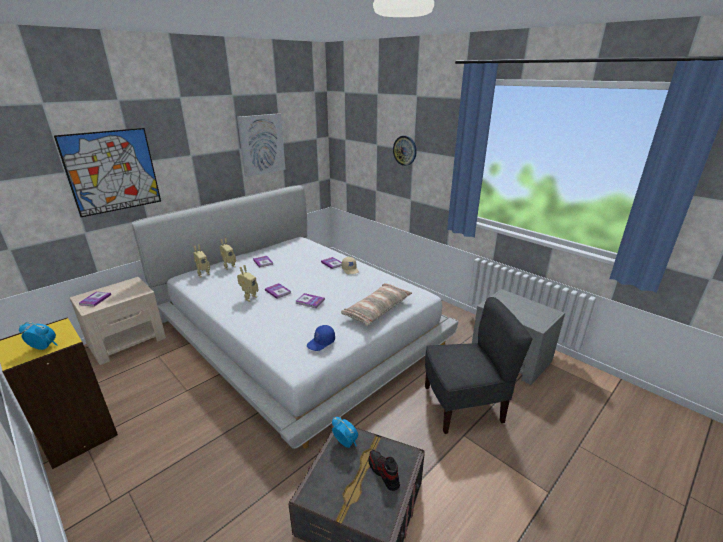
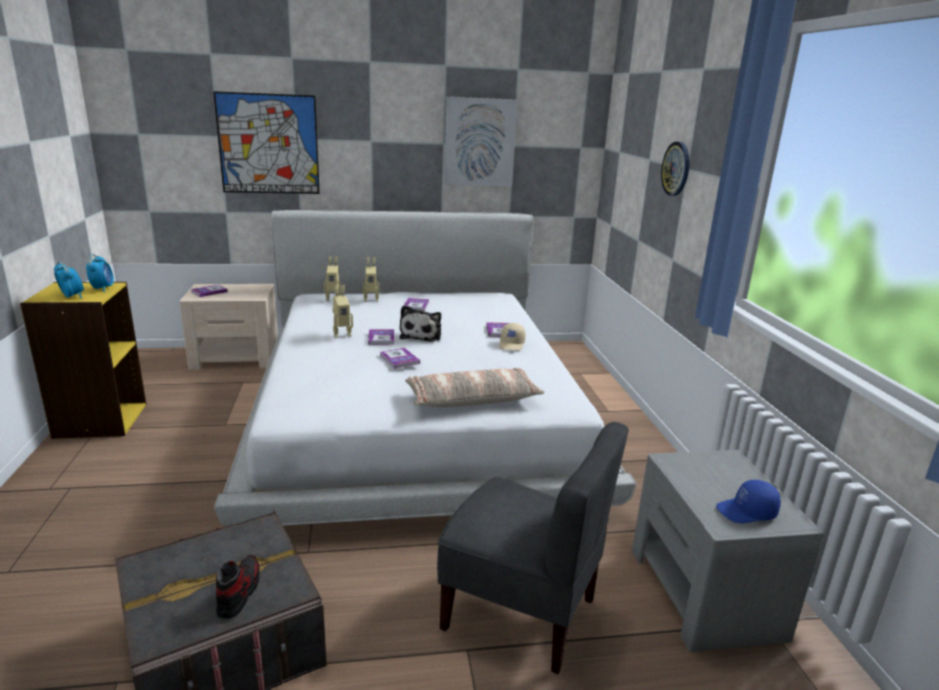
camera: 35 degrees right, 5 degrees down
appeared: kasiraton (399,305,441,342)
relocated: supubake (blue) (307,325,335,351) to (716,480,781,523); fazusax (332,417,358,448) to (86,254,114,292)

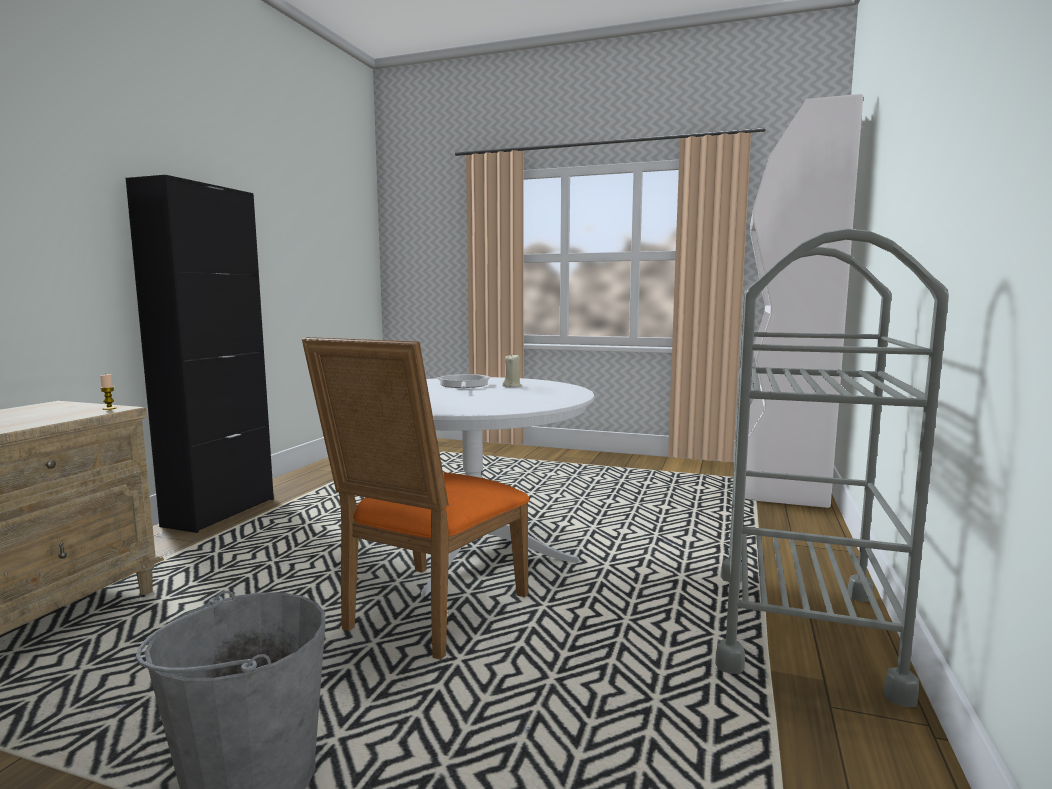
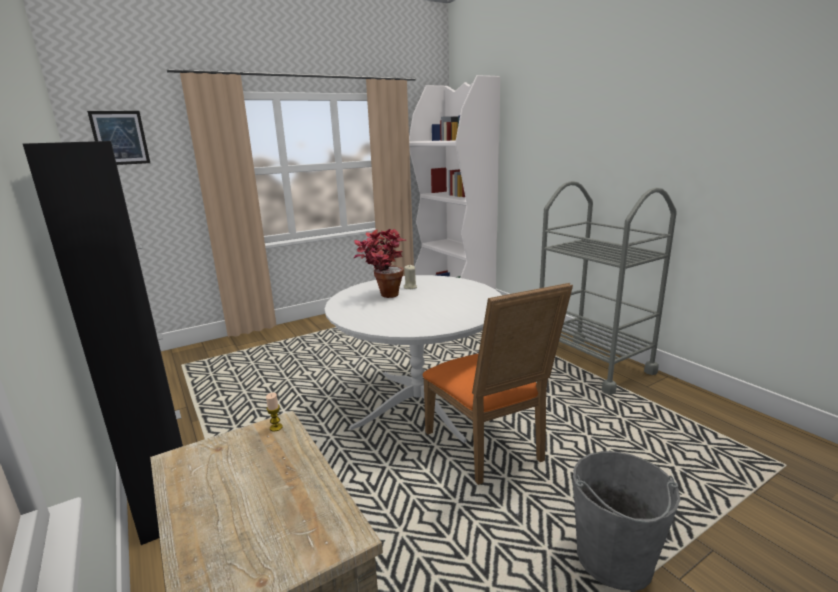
camera: 50 degrees left, 10 degrees up
appeared: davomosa (87,111,150,165)
exchanged: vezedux (438,374,490,389) to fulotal (353,229,407,298)

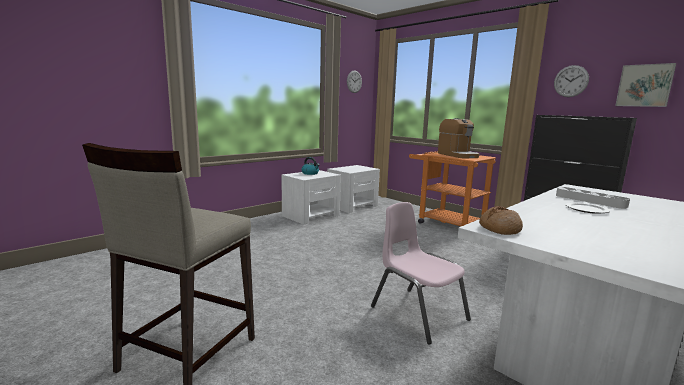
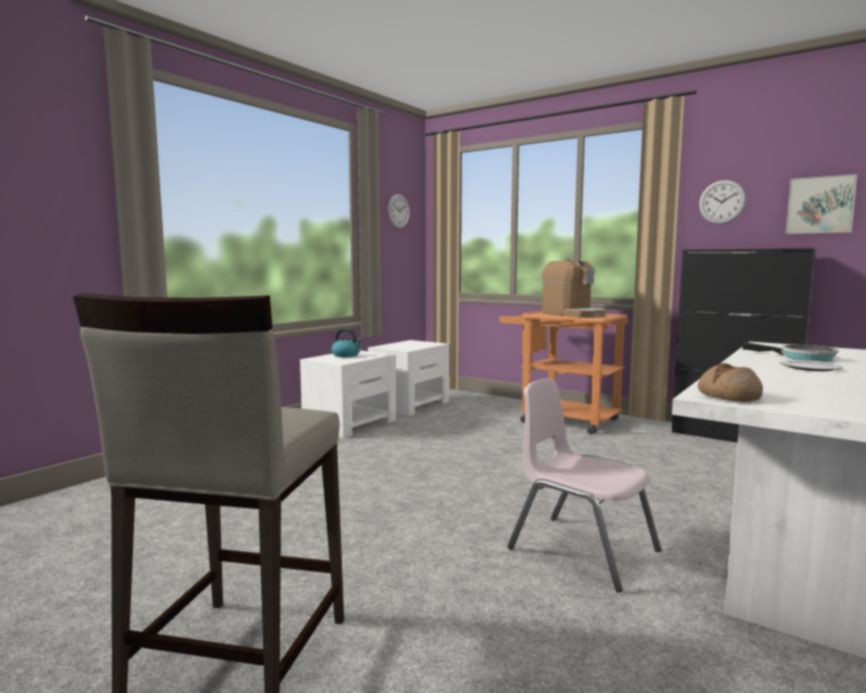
camera: 10 degrees left, 5 degrees down
exchanged: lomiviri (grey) (556,187,630,209) to vezedux (742,342,838,362)

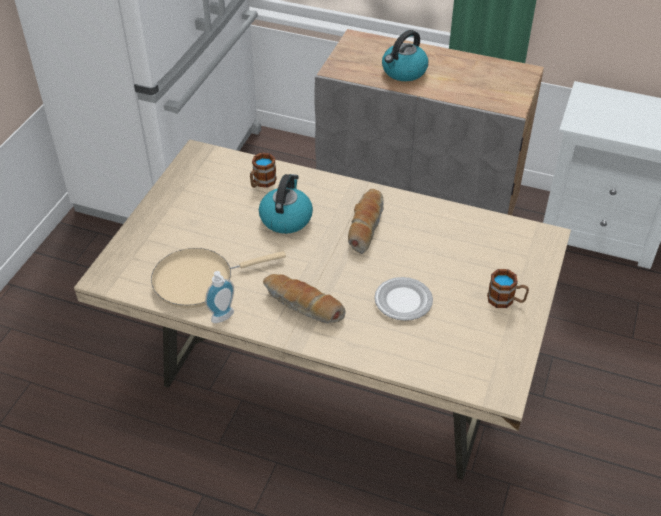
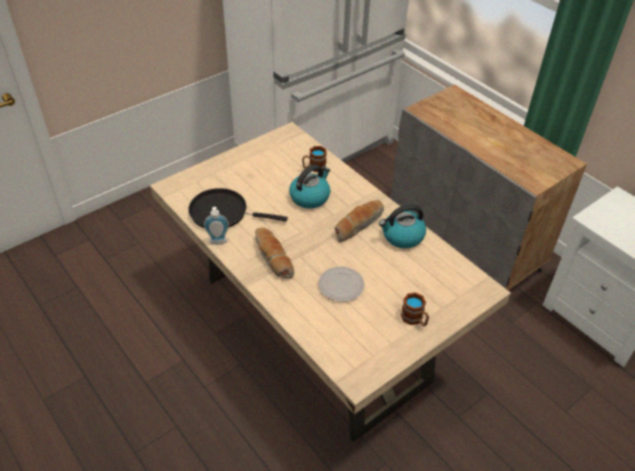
camera: 30 degrees right, 0 degrees up
relocated: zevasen (382,30,428,81) to (379,204,426,248)
colour: vezedux (beige) (151,248,286,308) to vezedux (black) (188,188,288,228)

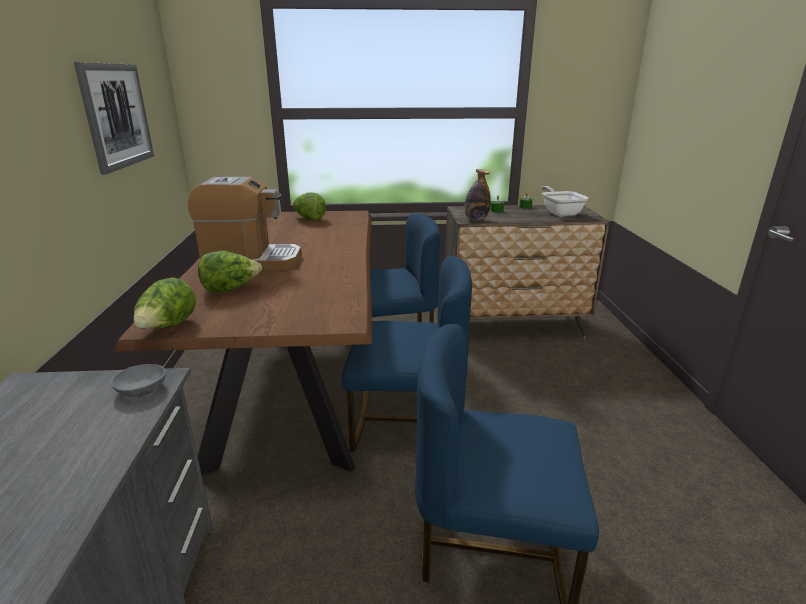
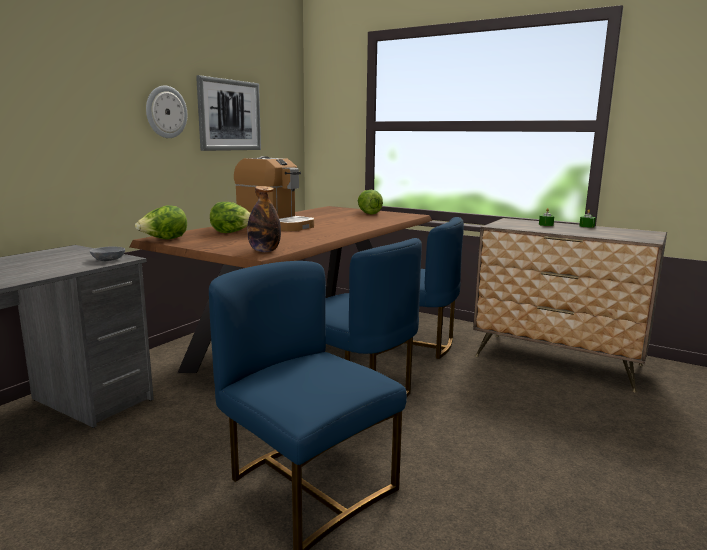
camera: 35 degrees right, 10 degrees down
missing: vezedux (541,186,588,216)
appeared: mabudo (146,86,187,138)
relocated: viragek (465,169,491,221) to (247,186,281,252)

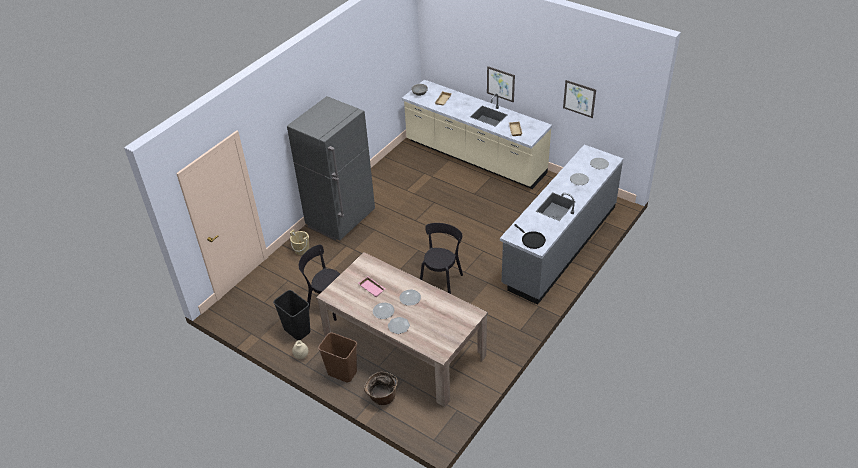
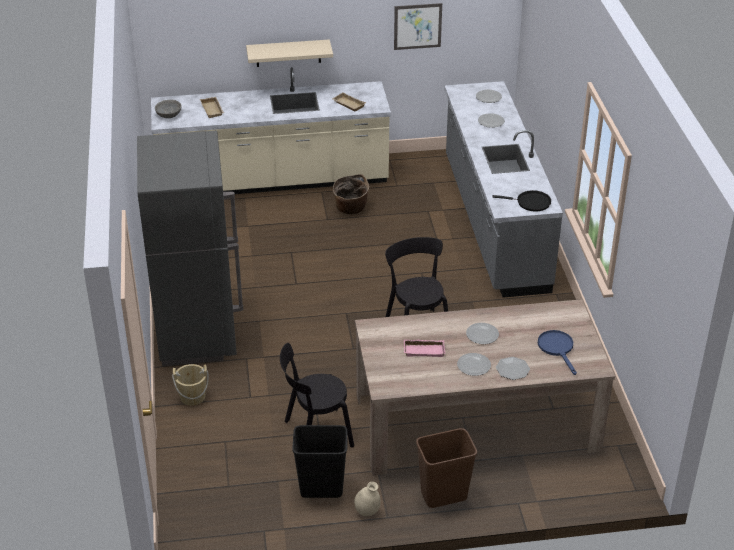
camera: 45 degrees left, 5 degrees down
appeared: vezedux (blue) (538,330,577,375)
relocated: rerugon (364,372,398,405) to (333,174,369,214)
exchanged: davomosa (487,66,515,103) to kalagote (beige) (246,39,333,67)

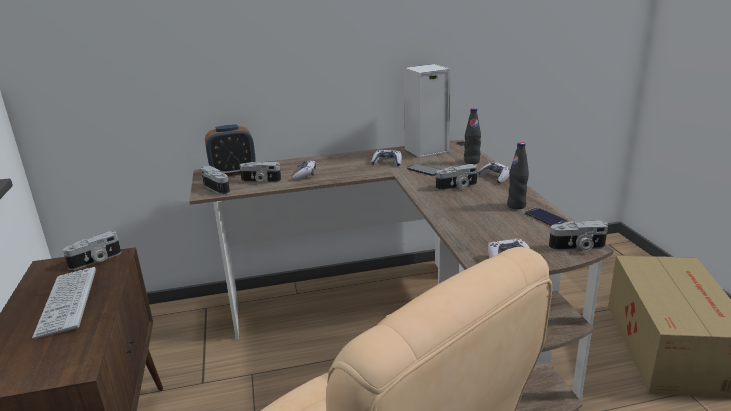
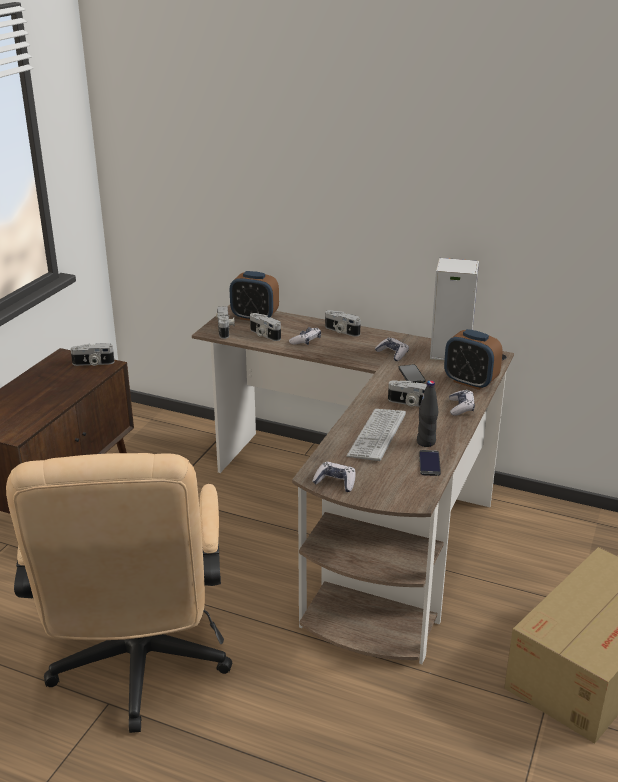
camera: 35 degrees right, 5 degrees up
relocated: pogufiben (32,267,96,339) to (347,409,406,461); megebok (549,221,608,251) to (325,310,361,337)
exchanged: viragek (black) (464,108,481,164) to fazusax (444,329,503,390)

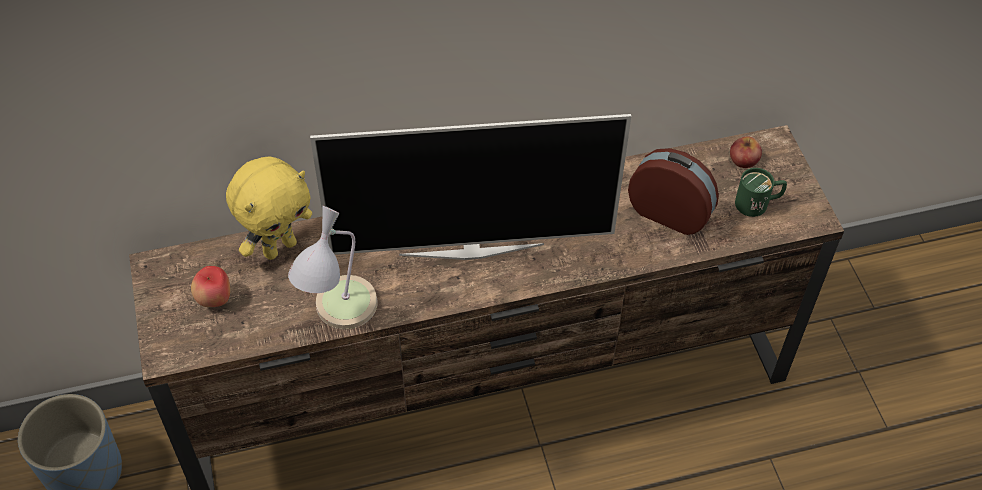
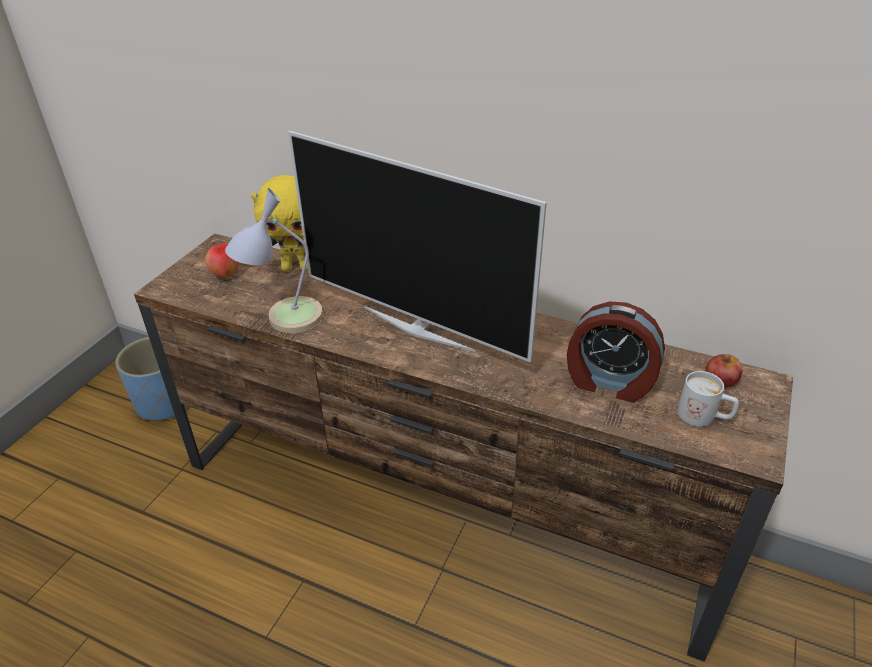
camera: 40 degrees right, 15 degrees down
colour: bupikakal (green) (735,168,787,217) to bupikakal (white) (678,371,739,427)
spun: fazusax (628,148,719,235) = (567,302,665,402) 135 degrees clockwise

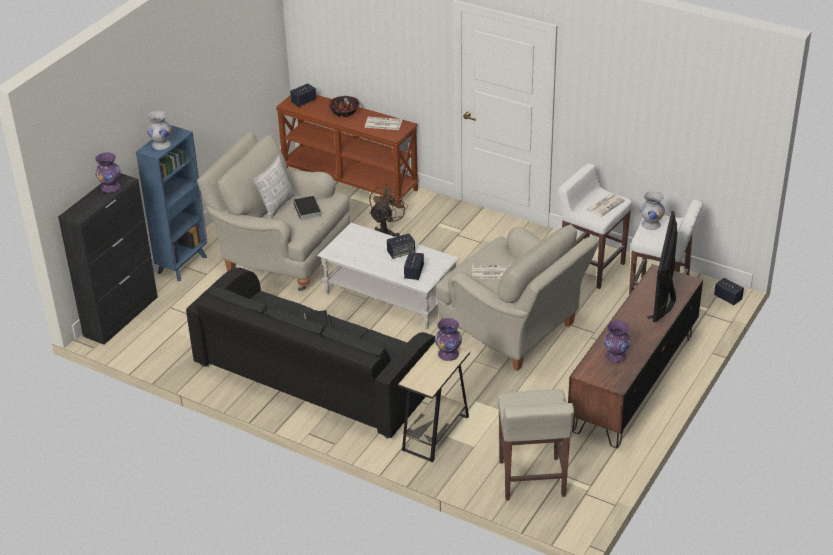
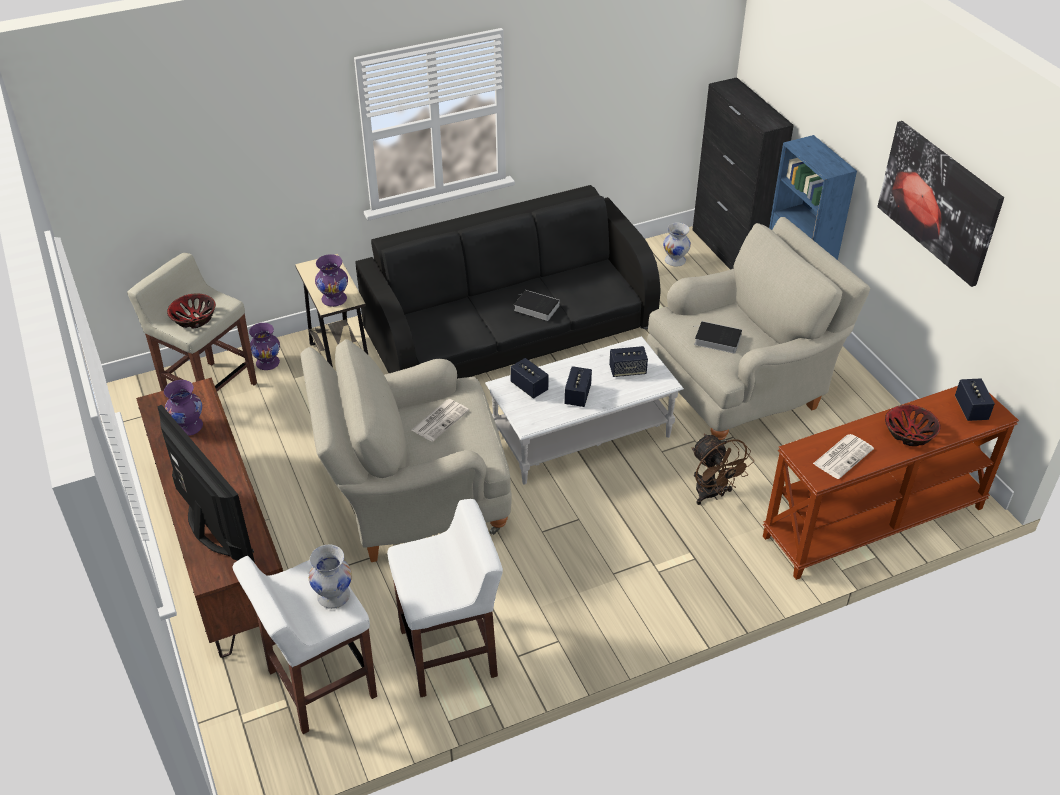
camera: 125 degrees right, 5 degrees up
missing: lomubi (253,155,296,219); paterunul (587,193,625,217)
appeared: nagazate (167,294,216,329); davomosa (877,121,1004,287)
relocated: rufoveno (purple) (95,152,121,193) to (249,323,280,370); rufoveno (white) (147,111,171,150) to (663,223,691,267); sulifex (714,278,744,305) to (609,346,648,377)

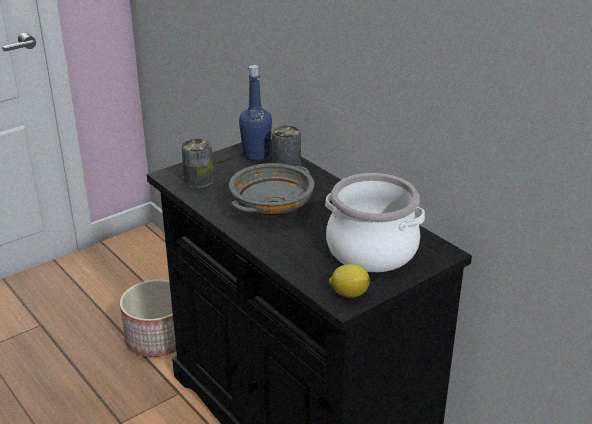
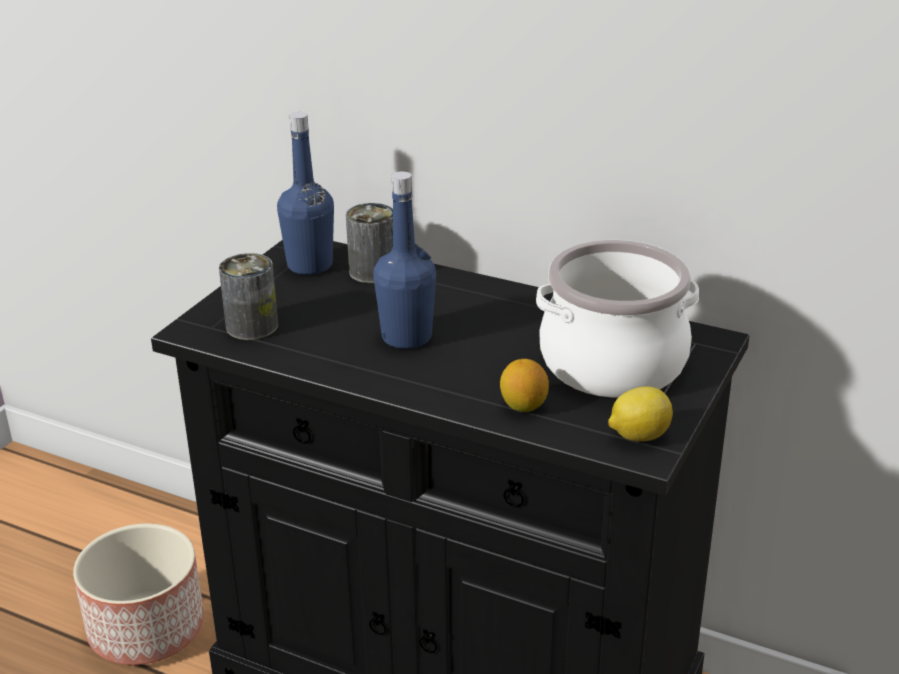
camera: 25 degrees left, 0 degrees up
appeared: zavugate (500,359,549,412)
exchanged: nagazate (grey) (229,163,315,217) to viragek (blue) (373,171,436,349)

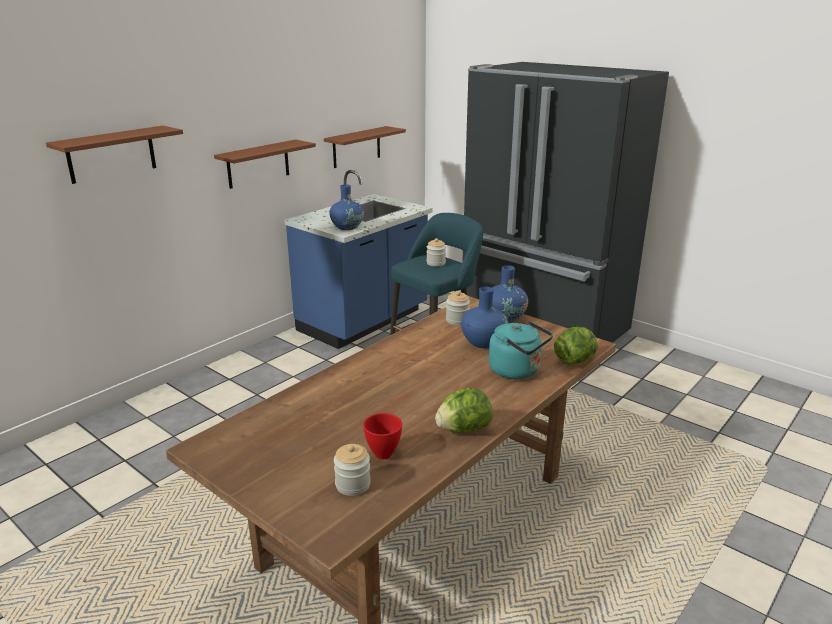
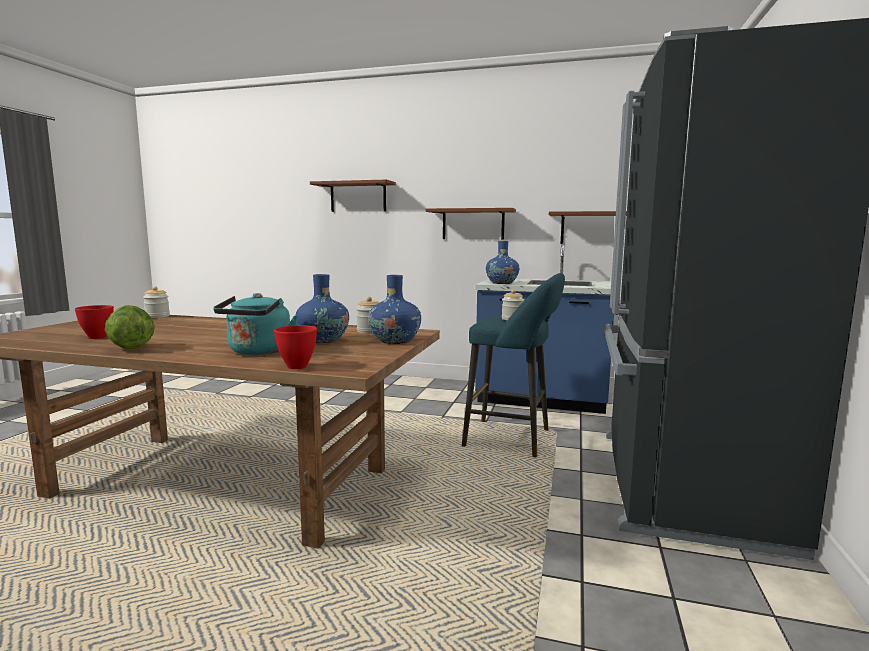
camera: 65 degrees right, 15 degrees down
relocated: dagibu (334,444,371,496) to (143,286,170,318)
exchanged: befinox (554,327,598,365) to nagazate (red) (274,325,317,369)

